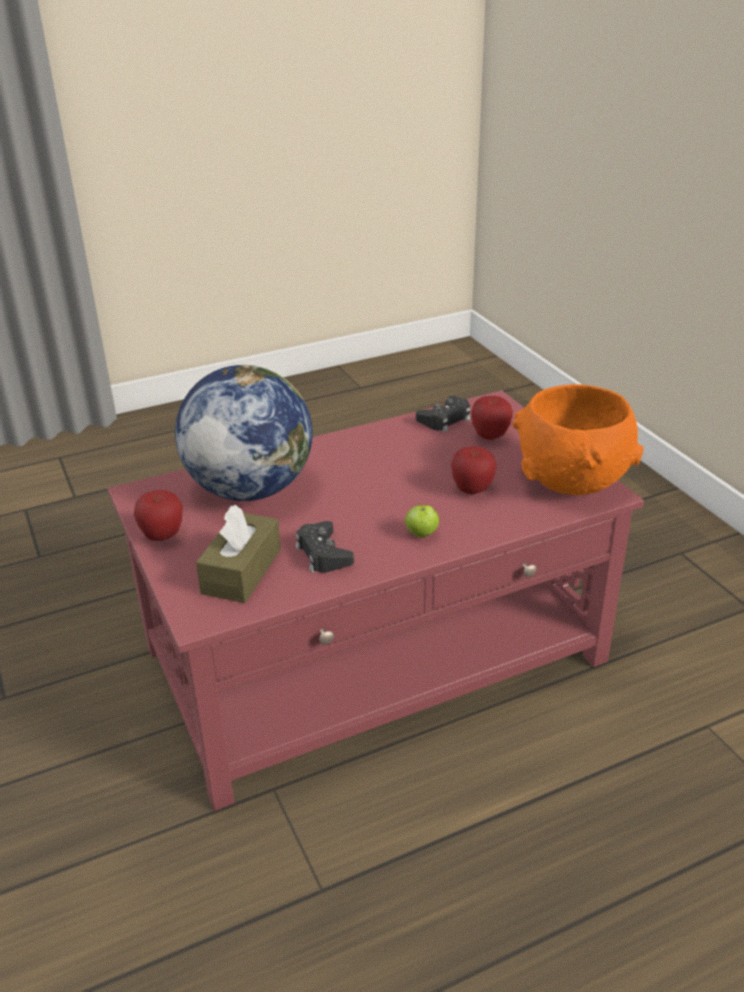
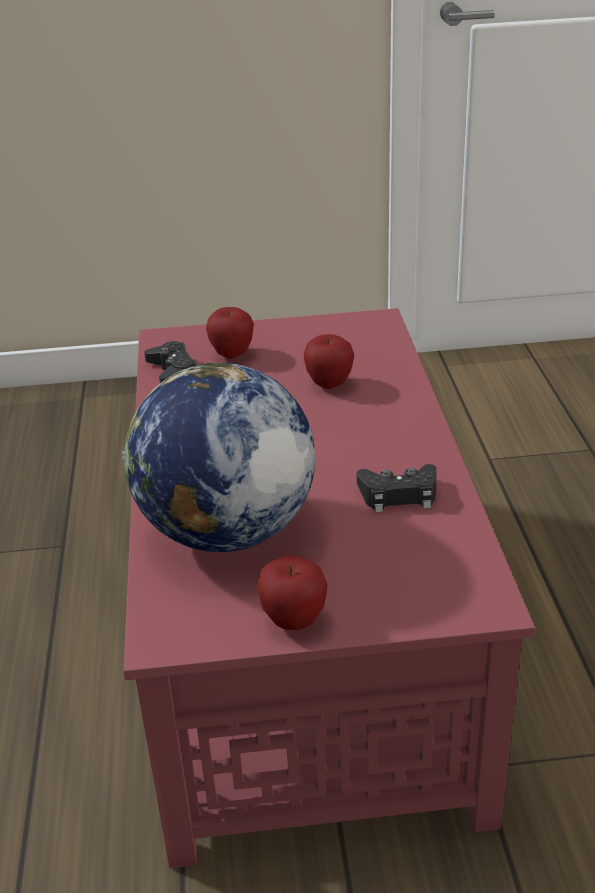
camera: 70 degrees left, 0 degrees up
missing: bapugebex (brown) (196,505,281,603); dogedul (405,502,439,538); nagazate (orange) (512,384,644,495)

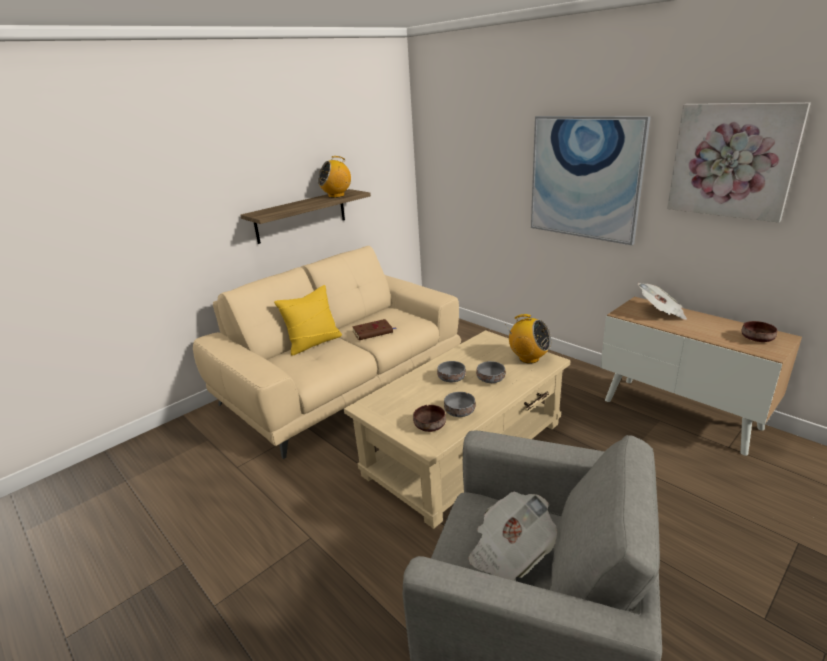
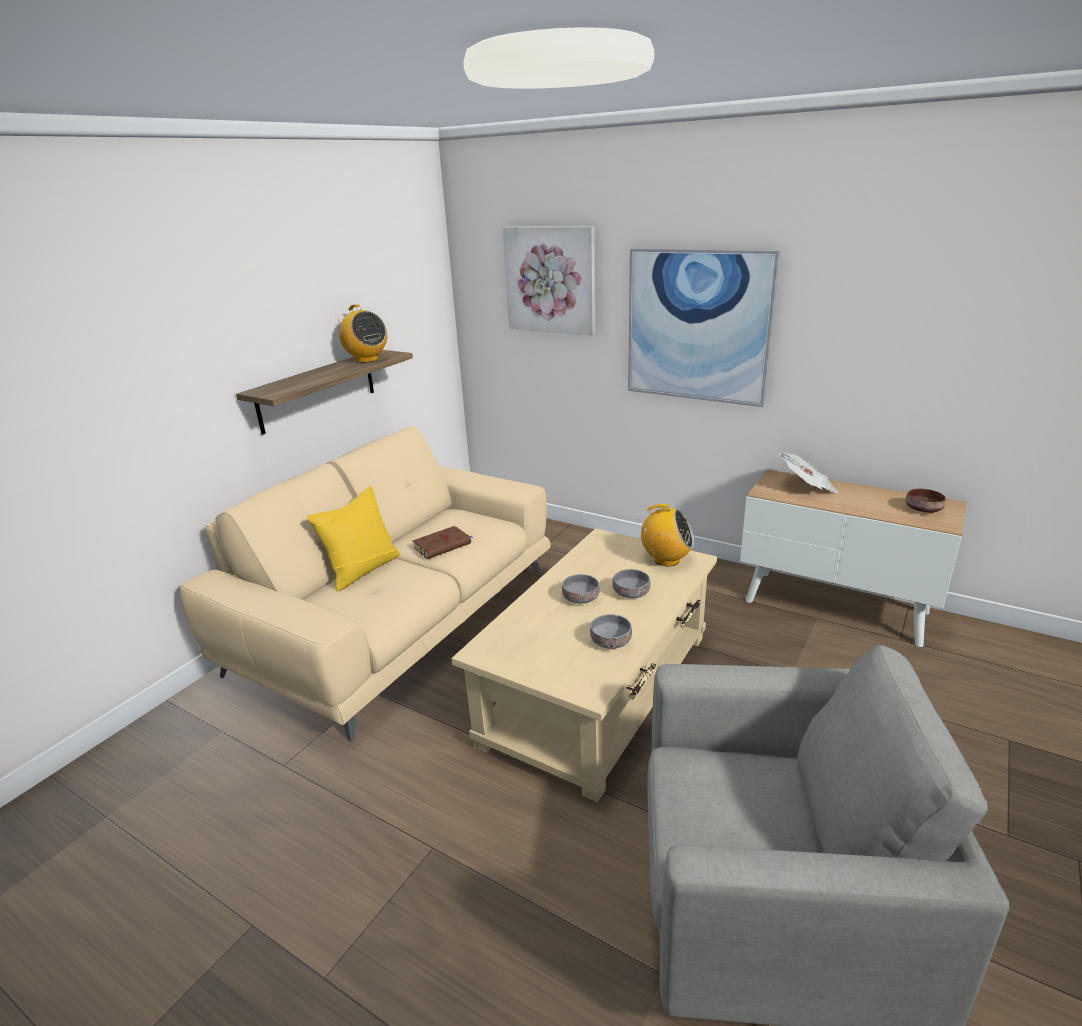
camera: 15 degrees left, 0 degrees up
missing: nagazate (brown) (413,405,446,432); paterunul (468,492,557,581)
relocated: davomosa (667,103,811,223) to (503,226,595,336)
spun: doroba (318,156,351,198) = (336,304,387,363) 90 degrees counterclockwise

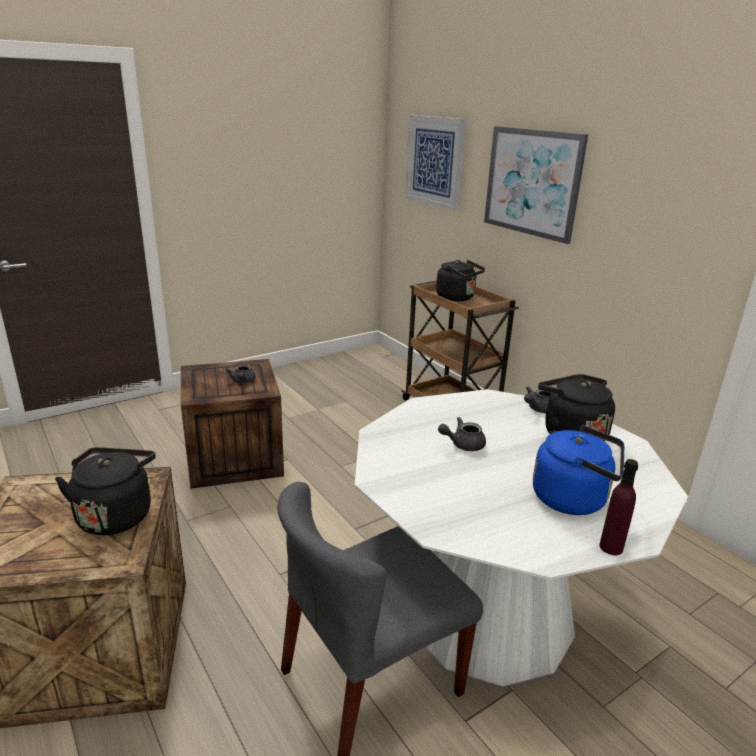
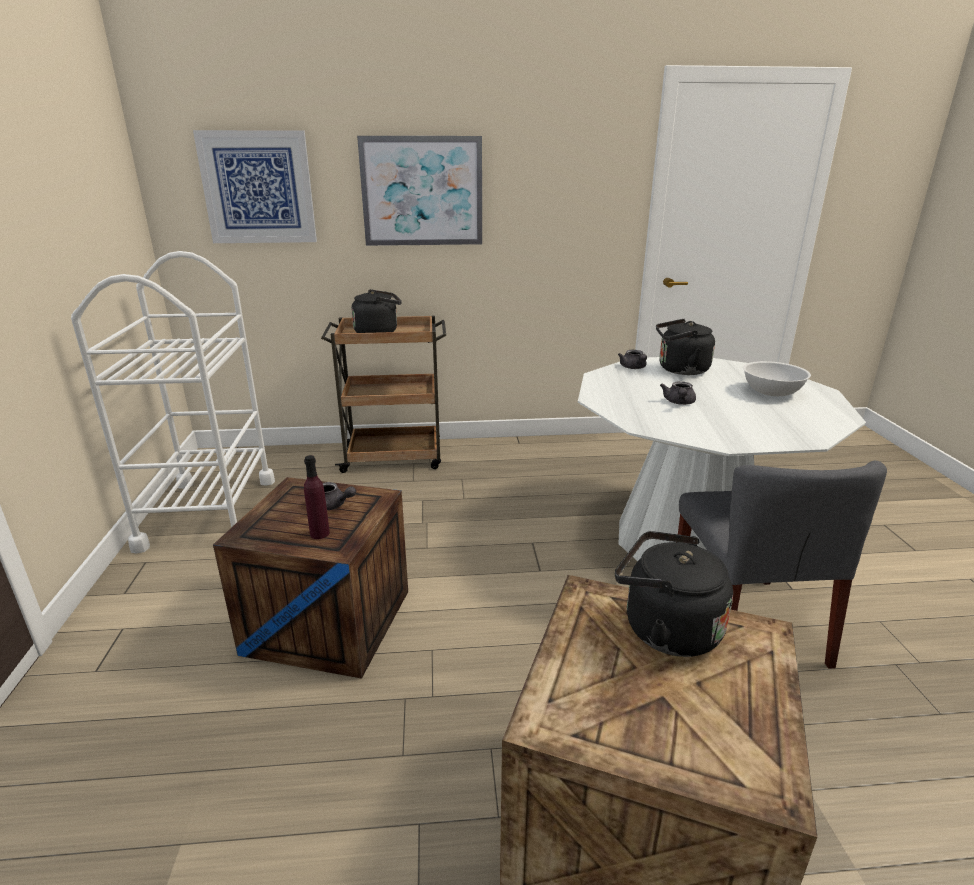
camera: 60 degrees left, 0 degrees up
appeared: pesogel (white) (71,251,275,554)
relocated: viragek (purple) (599,459,638,555) to (304,455,330,539)
exchanged: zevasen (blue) (533,425,624,515) to nagazate (white) (743,361,811,396)

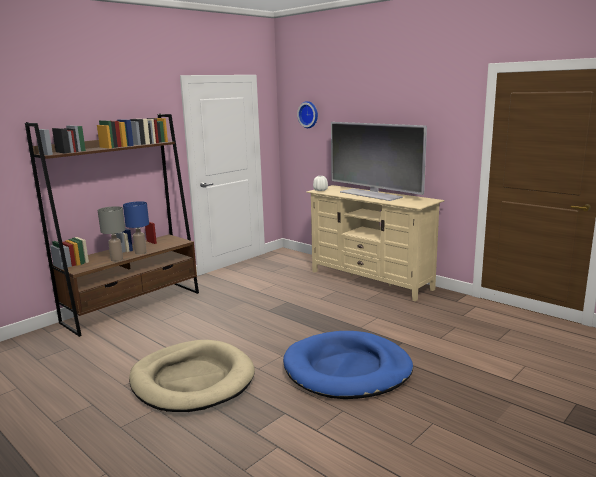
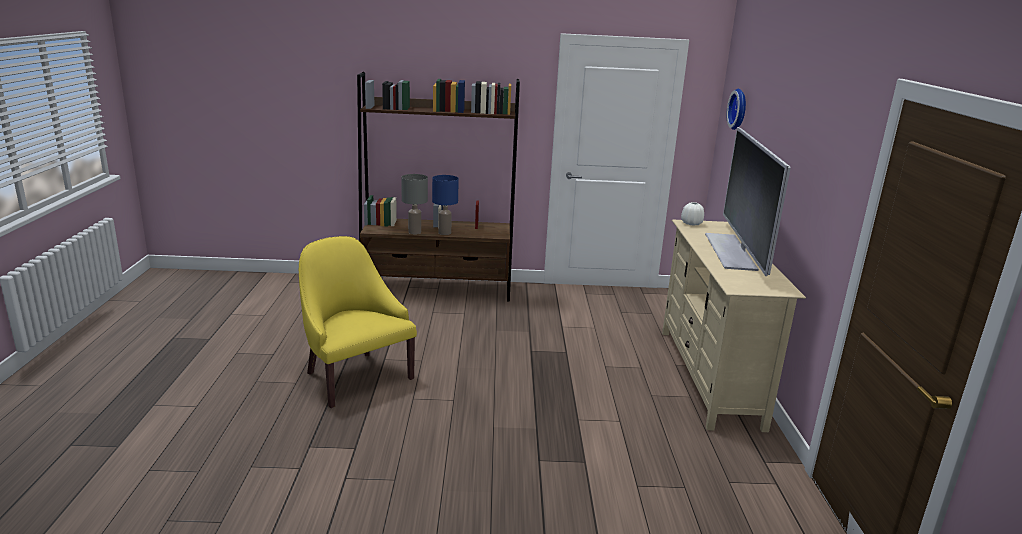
camera: 45 degrees right, 5 degrees up
missing: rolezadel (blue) (283,331,413,399)
exchanged: rolezadel (beige) (129,340,255,412) to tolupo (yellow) (299,236,417,408)

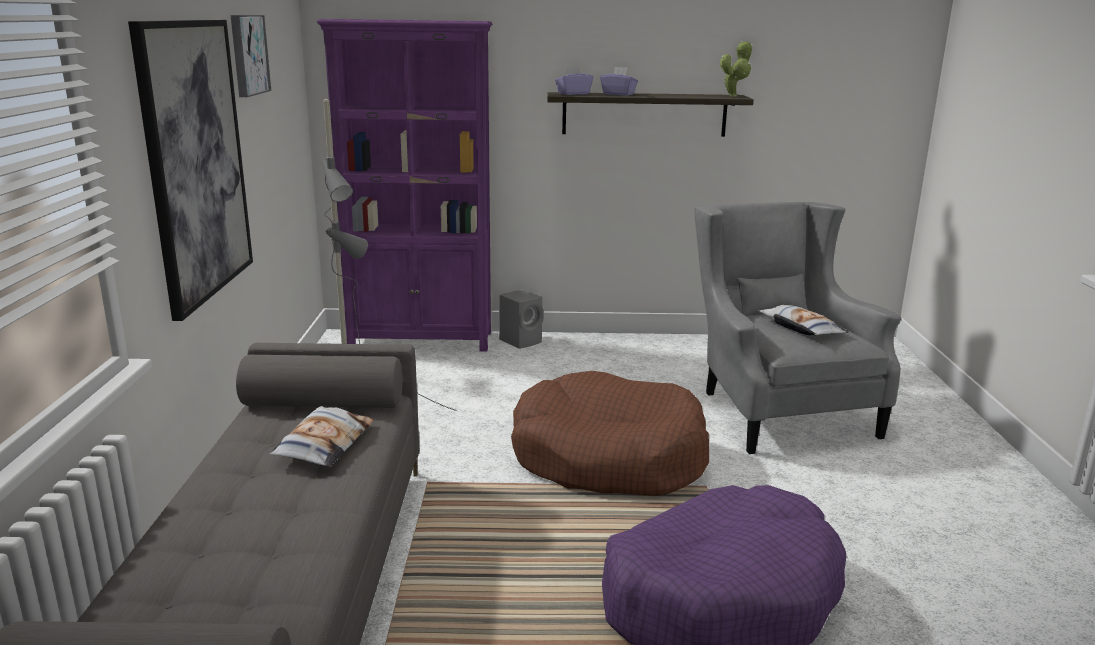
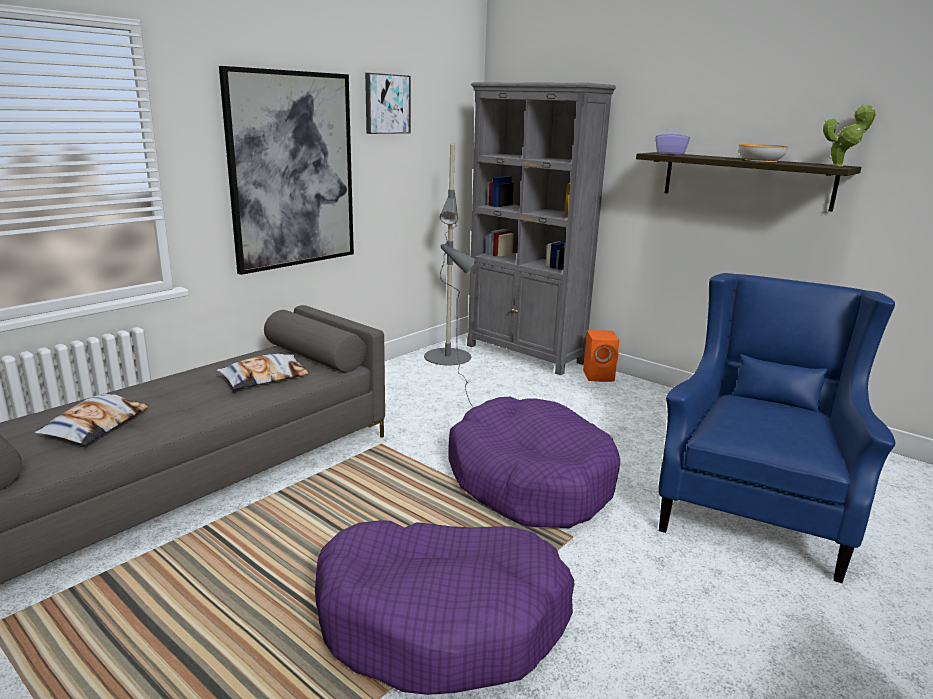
camera: 40 degrees right, 0 degrees up
missing: bapugebex (purple) (600,67,638,96)
appeared: nagazate (739,144,788,162)
relocated: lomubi (758,305,849,335) to (34,394,149,445)
colour: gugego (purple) (317,19,493,351) to gugego (grey) (467,82,616,375); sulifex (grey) (499,289,544,349) to sulifex (orange) (583,330,619,382); rolezadel (brown) (511,371,709,496) to rolezadel (purple) (448,397,620,528); tolupo (grey) (695,202,901,454) to tolupo (blue) (659,273,895,583)

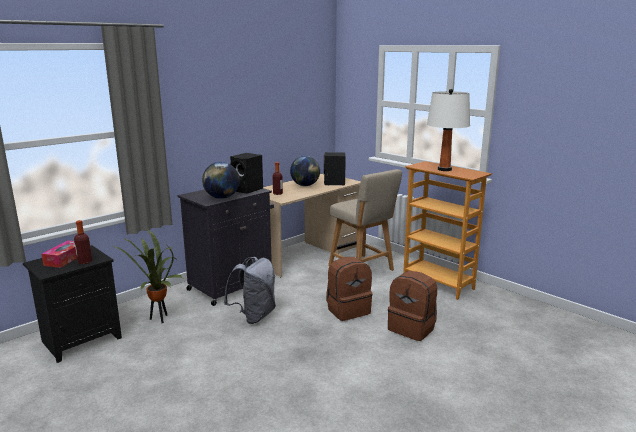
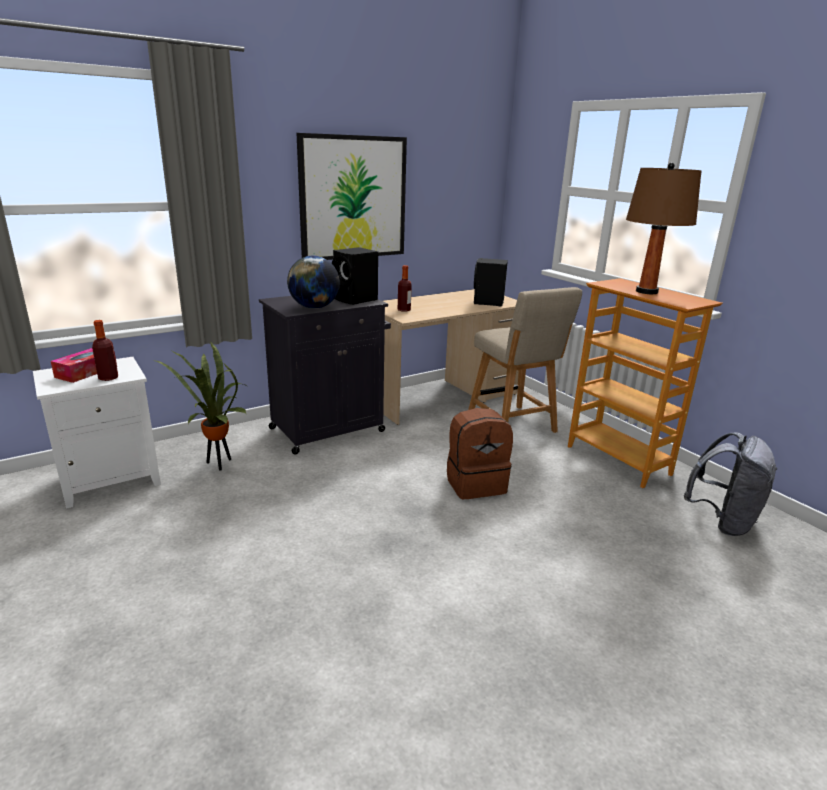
camera: 10 degrees right, 5 degrees up
missing: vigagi (290,156,320,186); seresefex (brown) (388,271,437,341)
appeared: davomosa (296,133,407,260)
relocated: seresefex (grey) (224,257,276,324) to (684,432,778,536)
colour: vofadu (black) (23,245,122,363) to vofadu (white) (33,357,161,509); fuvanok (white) (427,89,470,171) to fuvanok (brown) (626,162,702,294)

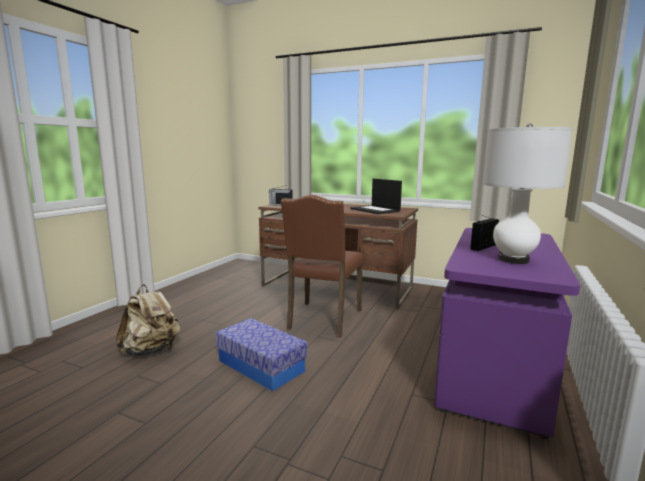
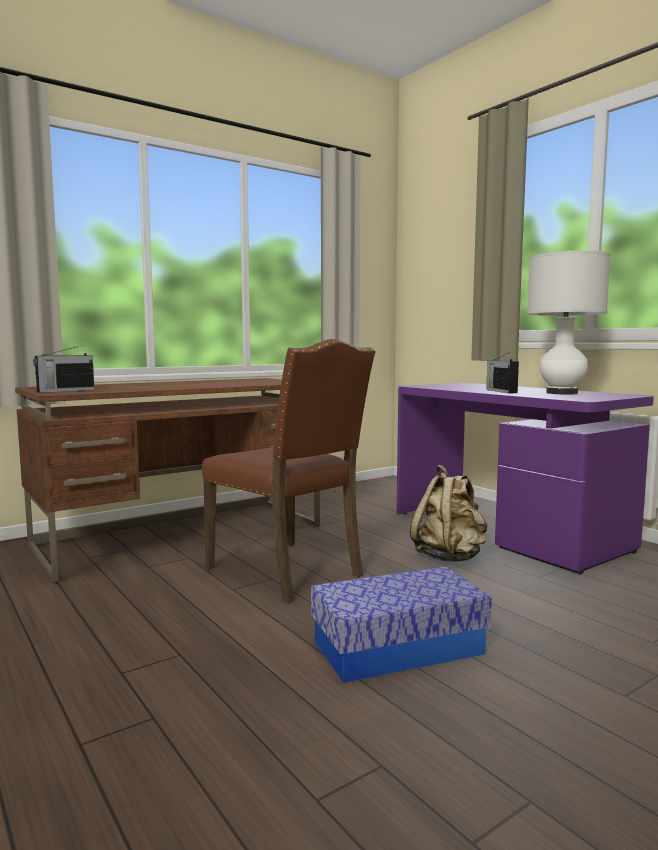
camera: 60 degrees left, 5 degrees down
missing: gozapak (351,179,402,214)
relocated: seresefex (beige) (116,284,180,356) to (410,465,488,562)

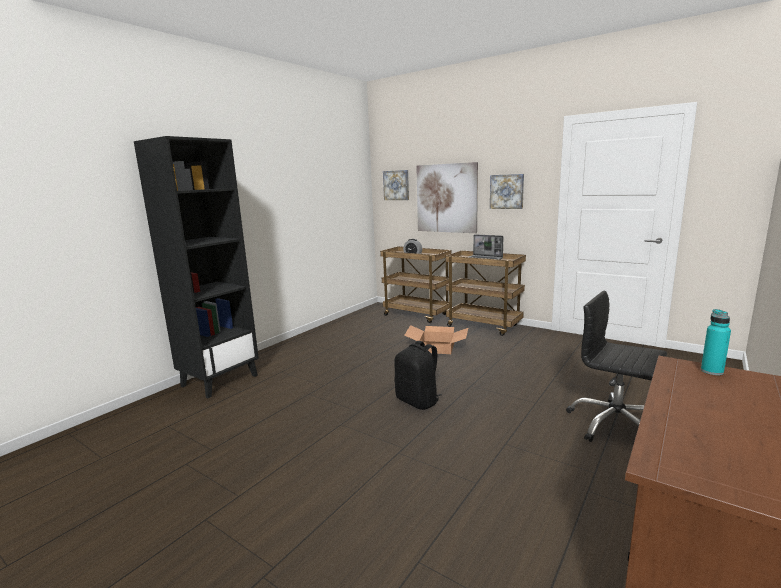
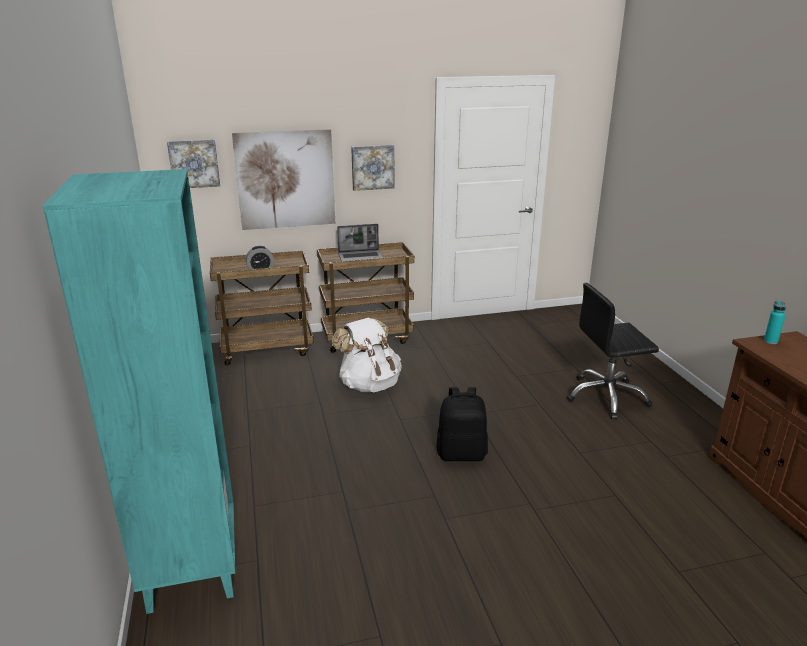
camera: 50 degrees left, 10 degrees up
exchanged: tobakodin (404,325,468,354) to seresefex (white) (332,317,402,392)
colour: gugego (black) (134,136,259,398) to gugego (turquoise) (43,169,235,614)

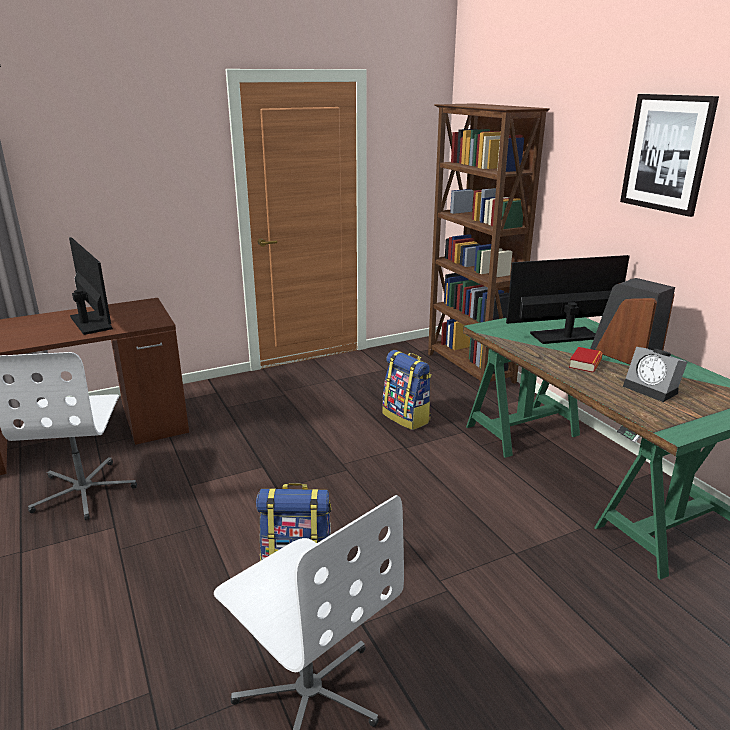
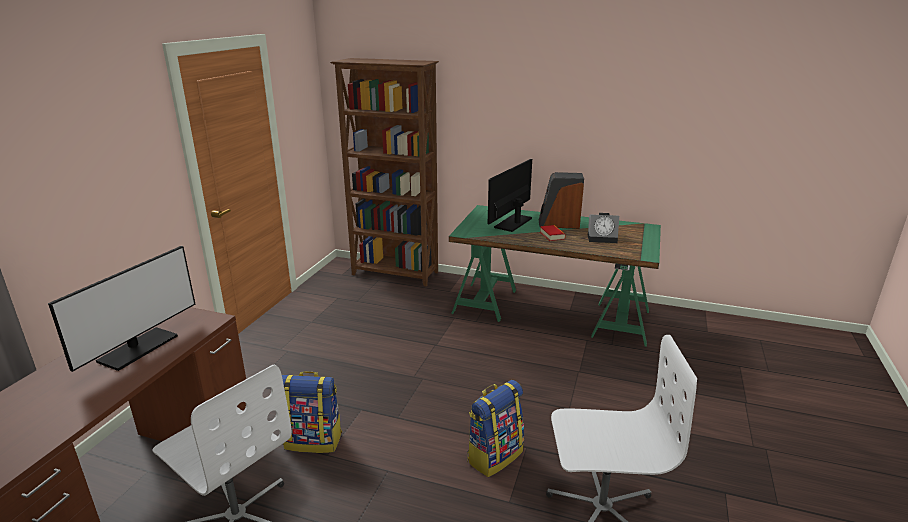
camera: 45 degrees left, 0 degrees up
missing: davomosa (620,94,719,217)
relocated: seresefex (382,350,432,430) to (282,371,342,453)
spun: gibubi (69,237,113,335) = (48,246,195,372) 105 degrees clockwise

